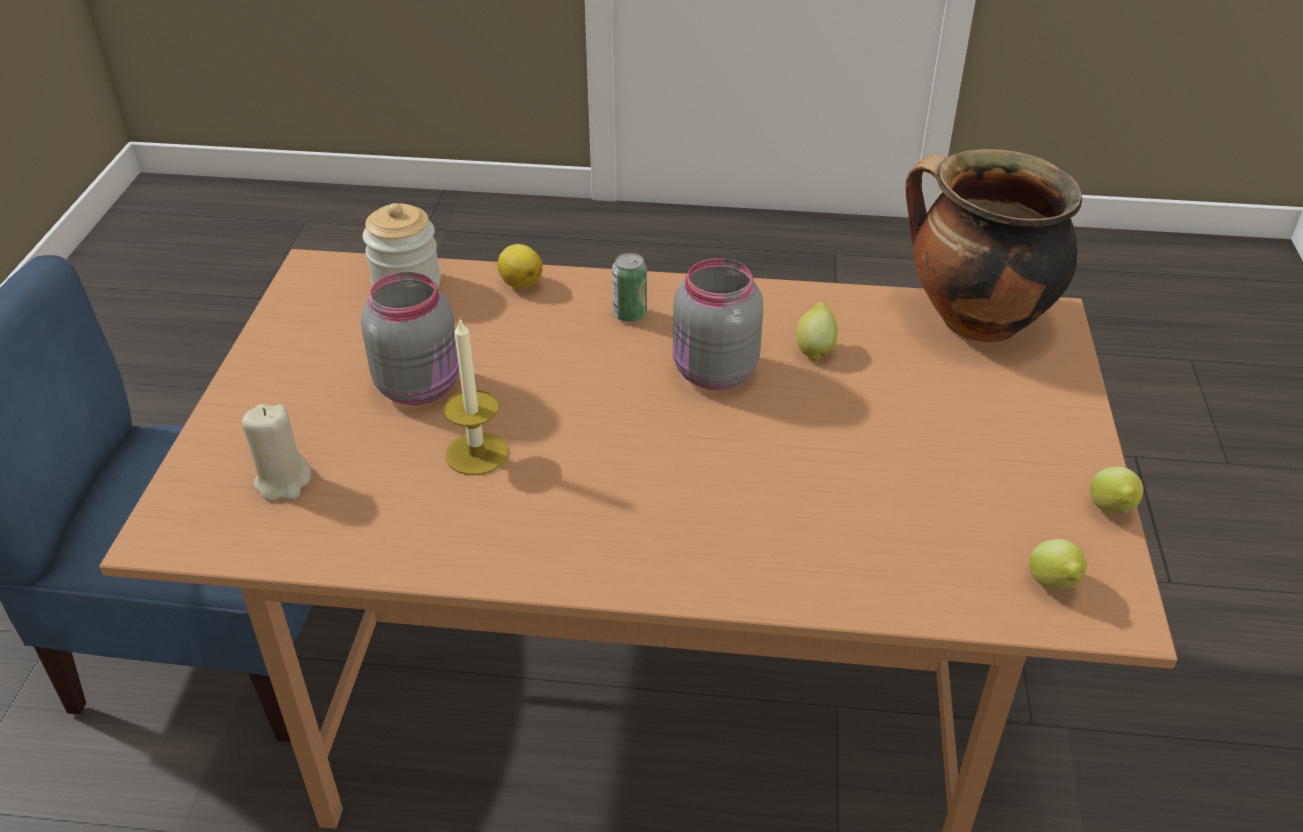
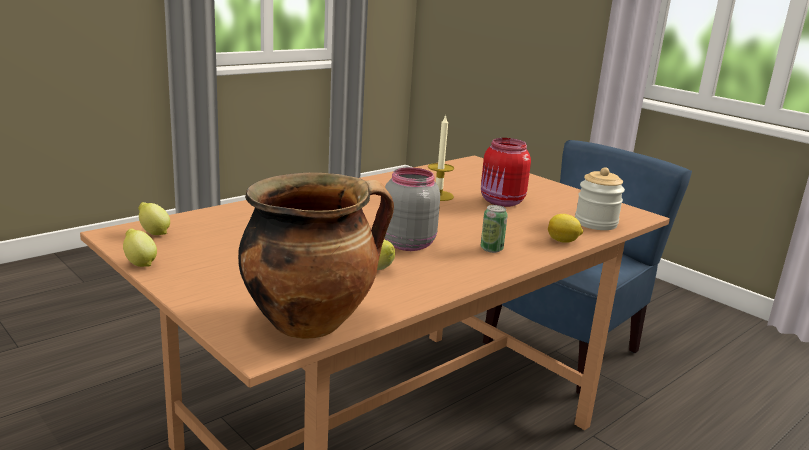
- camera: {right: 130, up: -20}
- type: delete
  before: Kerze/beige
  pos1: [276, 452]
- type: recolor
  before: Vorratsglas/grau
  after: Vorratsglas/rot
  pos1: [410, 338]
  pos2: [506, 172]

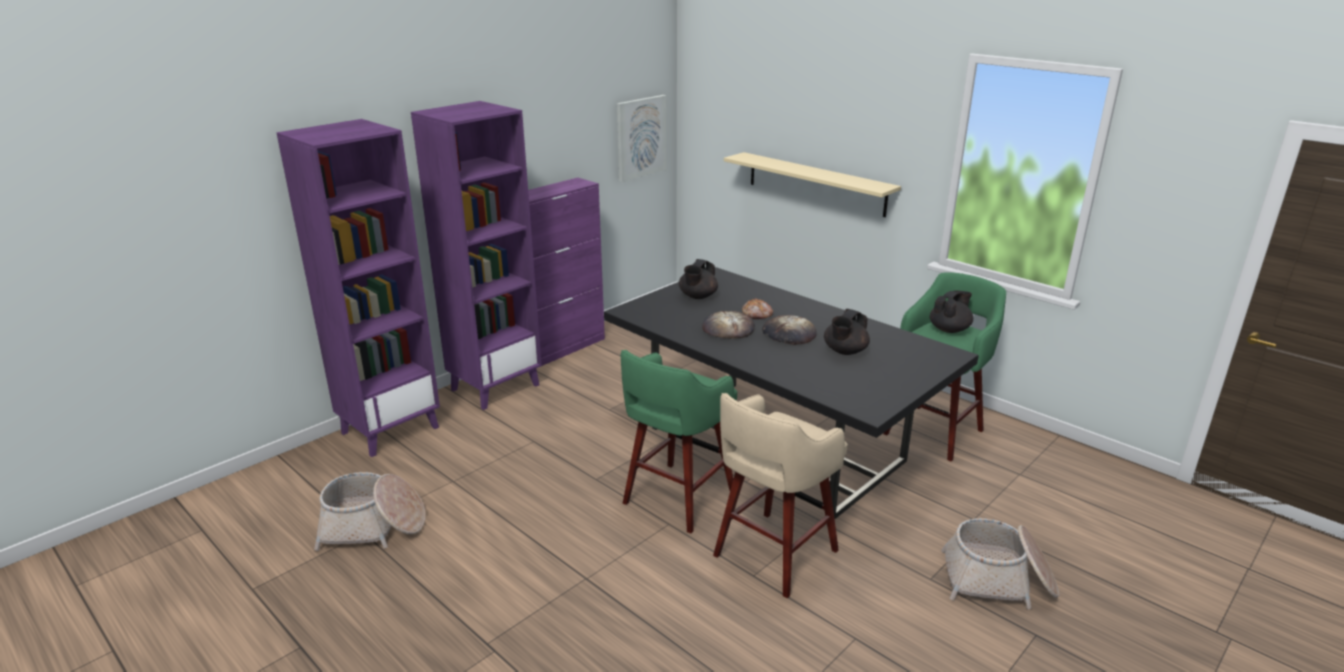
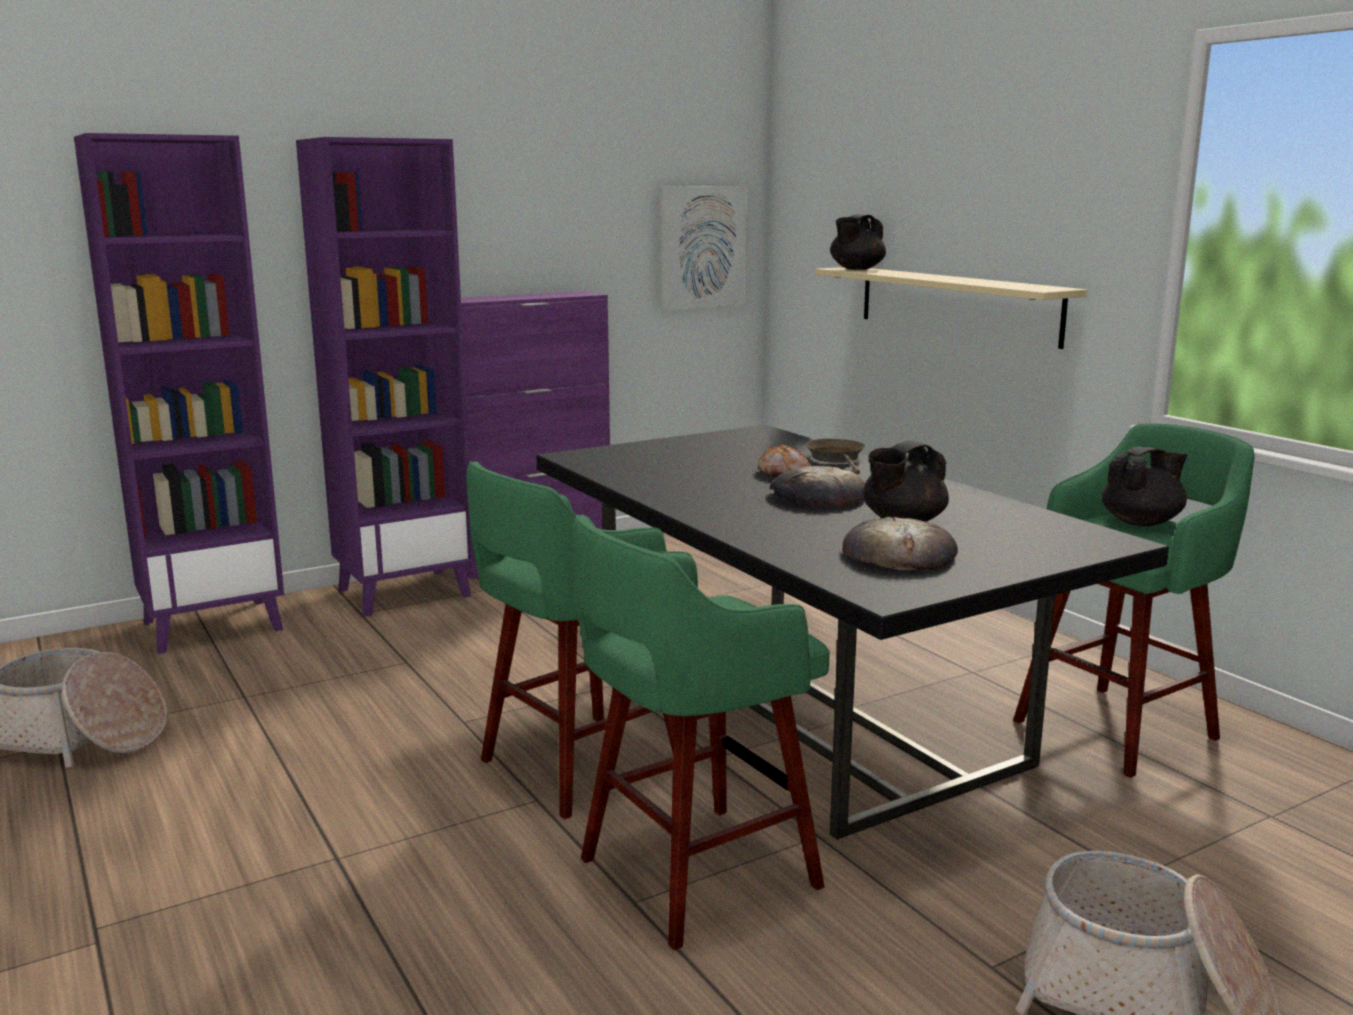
- camera: {right: 15, up: -10}
- type: move
  before: Teekanne/schwarz
  pos1: [698, 279]
  pos2: [858, 242]
- type: move
  before: Brot
  pos1: [728, 325]
  pos2: [900, 543]
- type: recolor
  before: Hocker/beige
  after: Hocker/grün
  pos1: [780, 495]
  pos2: [701, 732]
- type: insert
  after: Pfanne/braun
  pos2: [835, 456]

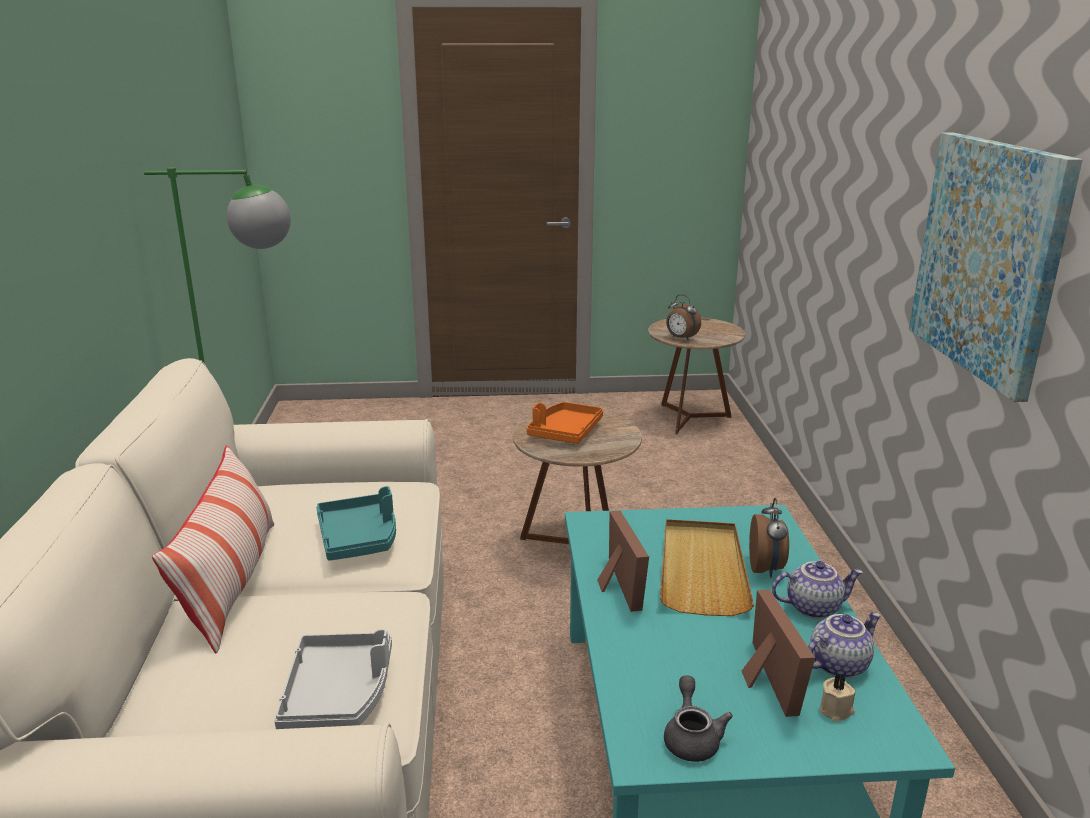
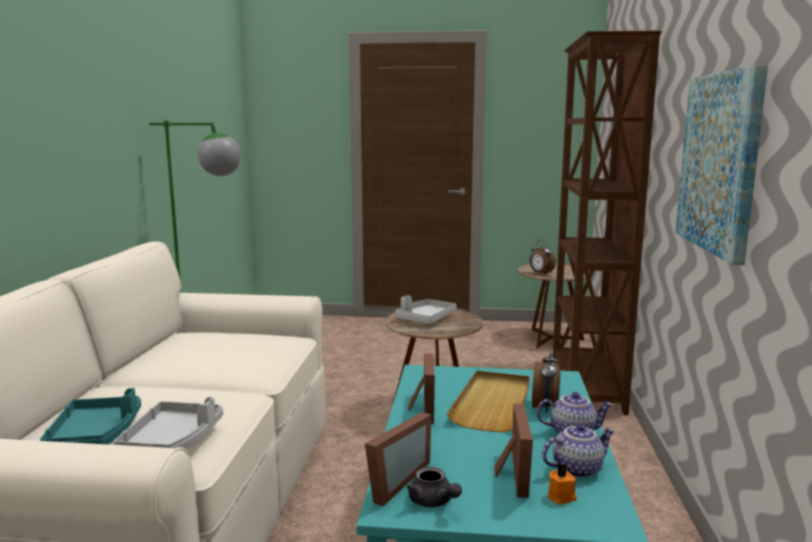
- camera: {right: 10, up: -10}
- type: delete
  before: Kissen
  pos1: [213, 549]
- type: move
  before: Tablett/türkis
  pos1: [356, 523]
  pos2: [90, 416]
- type: recolor
  before: Tablett/orange
  after: Tablett/grau
  pos1: [565, 422]
  pos2: [426, 309]
- type: rotate
  before: Teekanne/grau
  pos1: [698, 718]
  pos2: [434, 487]
  turn: 135
- type: recolor
  before: Kerze/beige
  after: Kerze/orange
  pos1: [838, 698]
  pos2: [562, 484]
- type: insert
  after: Bilderrahmen
  pos2: [398, 459]
- type: insert
  after: Bücherregal/braun
  pos2: [607, 222]

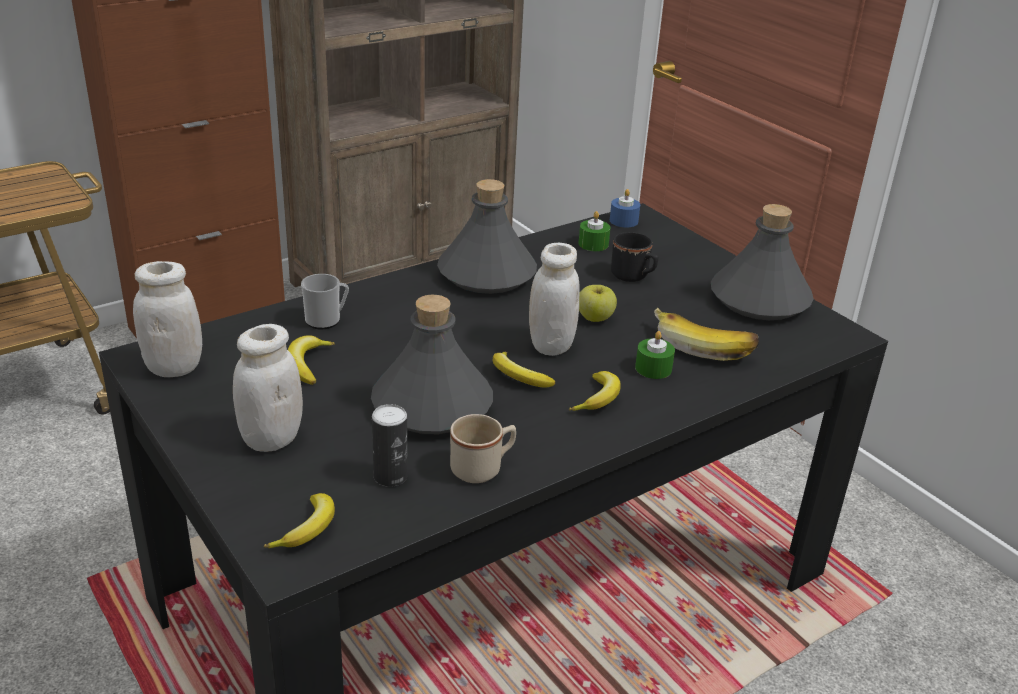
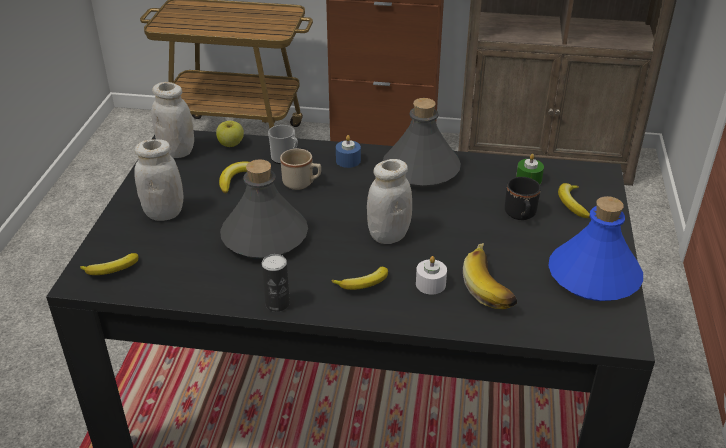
- camera: {right: 45, up: 5}
- type: move
  before: Dose
  pos1: [390, 445]
  pos2: [276, 283]
- type: move
  before: Henkelbecher/beige
  pos1: [483, 448]
  pos2: [300, 169]
- type: move
  before: Banane
  pos1: [524, 369]
  pos2: [574, 200]
- type: move
  before: Apfel
  pos1: [598, 303]
  pos2: [230, 134]
- type: move
  before: Kerze/blau
  pos1: [625, 208]
  pos2: [348, 151]
- type: recolor
  before: Kerze/grün
  after: Kerze/weiß
  pos1: [655, 355]
  pos2: [431, 275]
- type: recolor
  before: Flasche/grau
  after: Flasche/blau
  pos1: [762, 262]
  pos2: [595, 248]

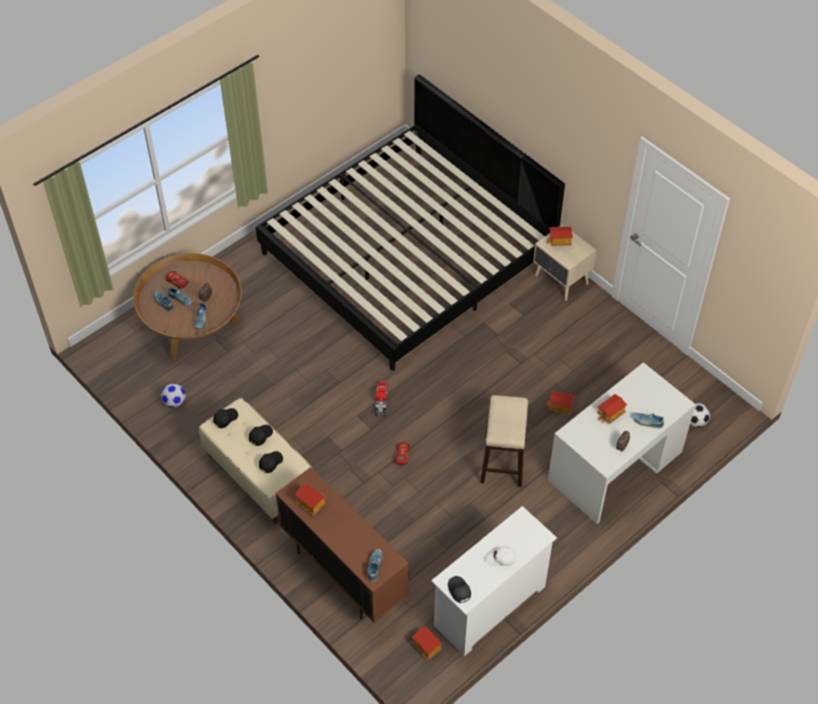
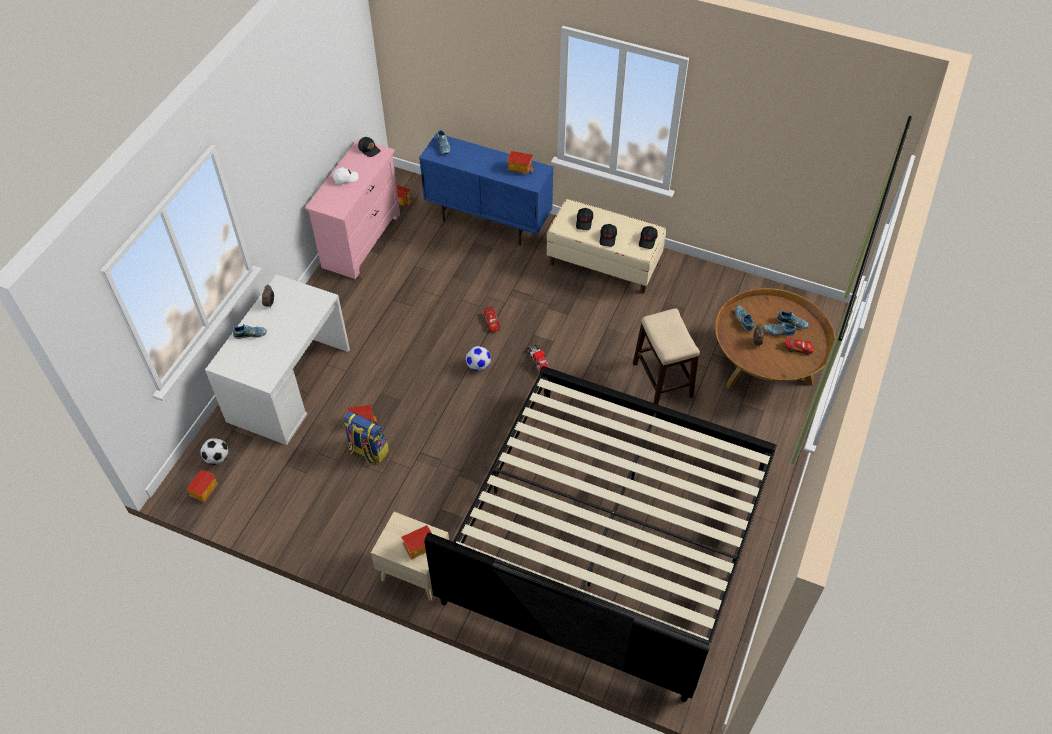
- camera: {right: 155, up: 0}
- type: move
  before: Fußball
  pos1: [173, 396]
  pos2: [478, 358]
- type: recolor
  before: Schrank/braun
  after: Schrank/blau
  pos1: [342, 545]
  pos2: [486, 189]
- type: recolor
  before: Kommode/weiß
  after: Kommode/rosa
  pos1: [494, 581]
  pos2: [352, 209]
- type: move
  before: Hocker
  pos1: [504, 441]
  pos2: [666, 356]
- type: move
  before: Spielzeughaus
  pos1: [612, 409]
  pos2: [202, 486]
- type: insert
  after: Rucksack
  pos2: [366, 438]

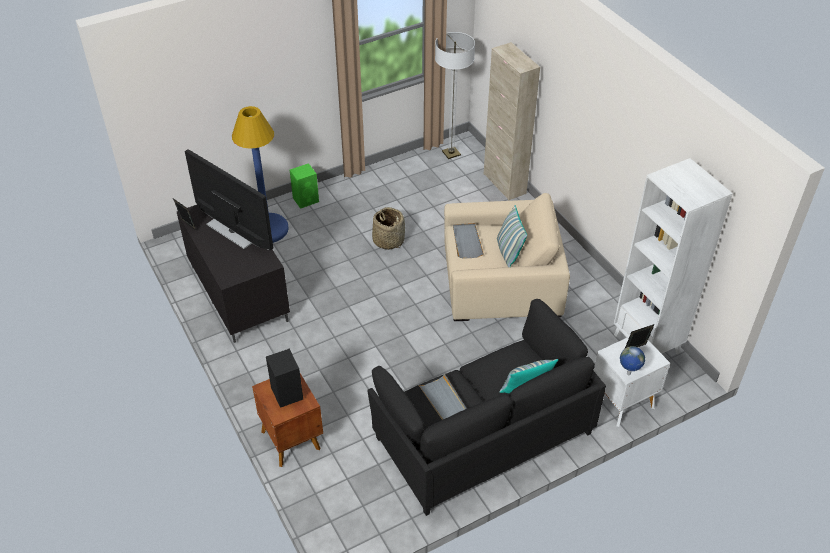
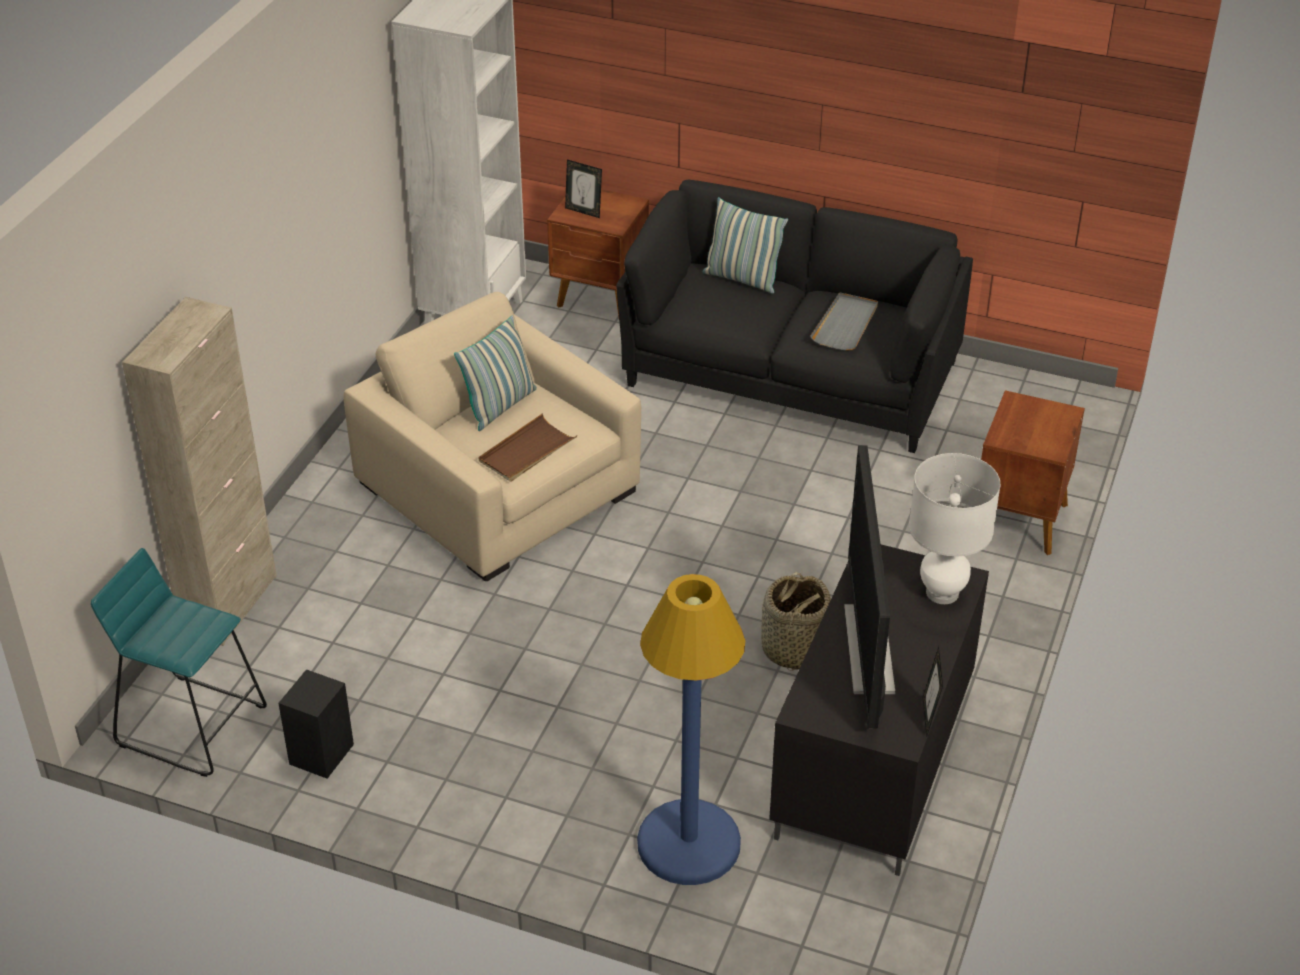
- camera: {right: -130, up: -5}
- type: move
  before: Lautsprecher/schwarz
  pos1: [284, 378]
  pos2: [316, 724]
- type: delete
  before: Lautsprecher/grün
  pos1: [304, 186]
- type: move
  before: Korb
  pos1: [388, 228]
  pos2: [796, 621]
- type: replace
  before: Stehlampe
  after: Hocker/türkis
  pos1: [455, 95]
  pos2: [179, 662]
- type: recolor
  before: Tablett/grau
  after: Tablett/braun
  pos1: [468, 241]
  pos2: [528, 448]
- type: recolor
  before: Nachttisch/weiß
  after: Nachttisch/braun
  pos1: [632, 382]
  pos2: [598, 253]
- type: delete
  before: Globus
  pos1: [632, 360]
- type: insert
  after: Tischlampe/weiß
  pos2: [955, 528]

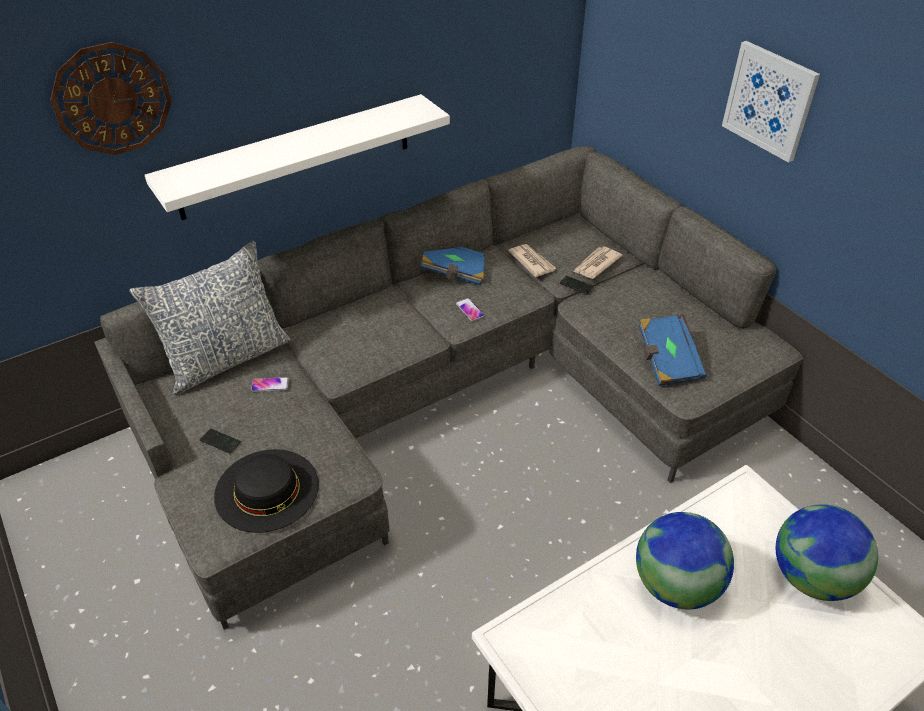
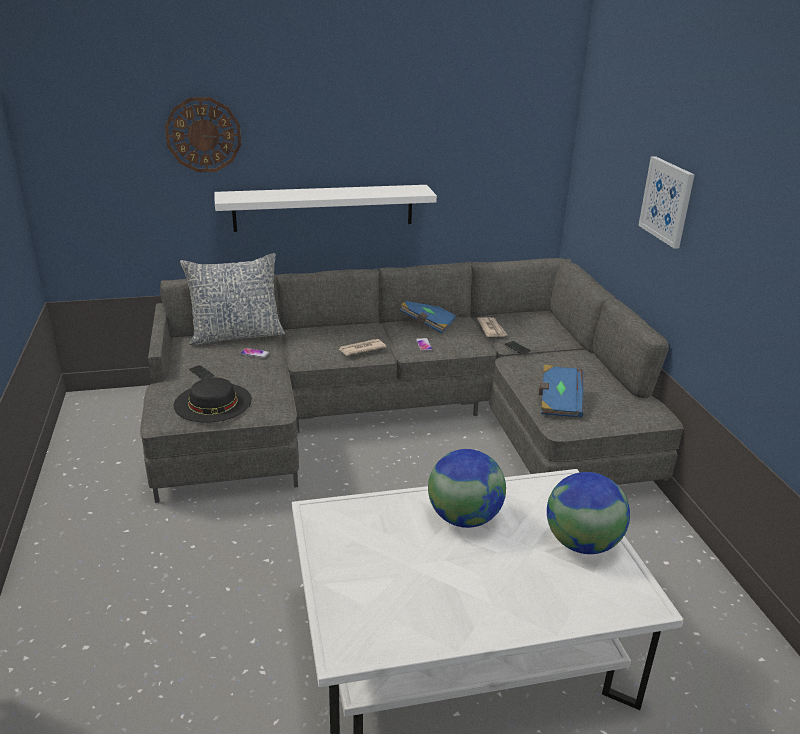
- camera: {right: 20, up: -15}
- type: move
  before: Zeitung
  pos1: [598, 263]
  pos2: [362, 347]

